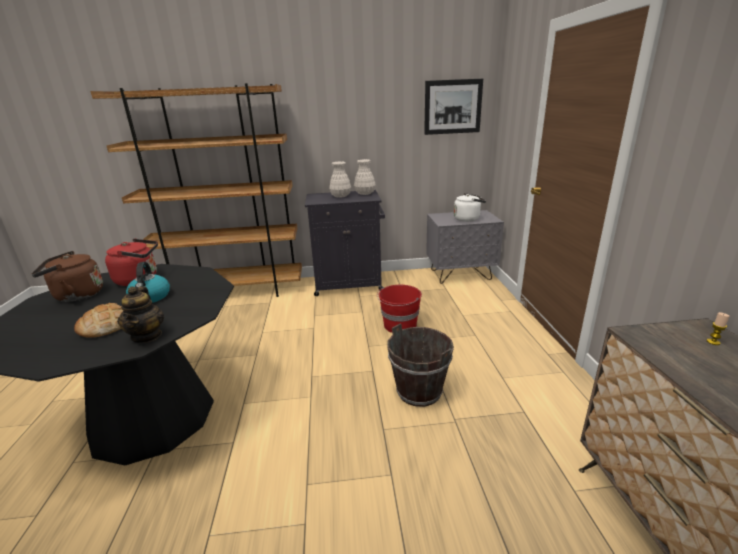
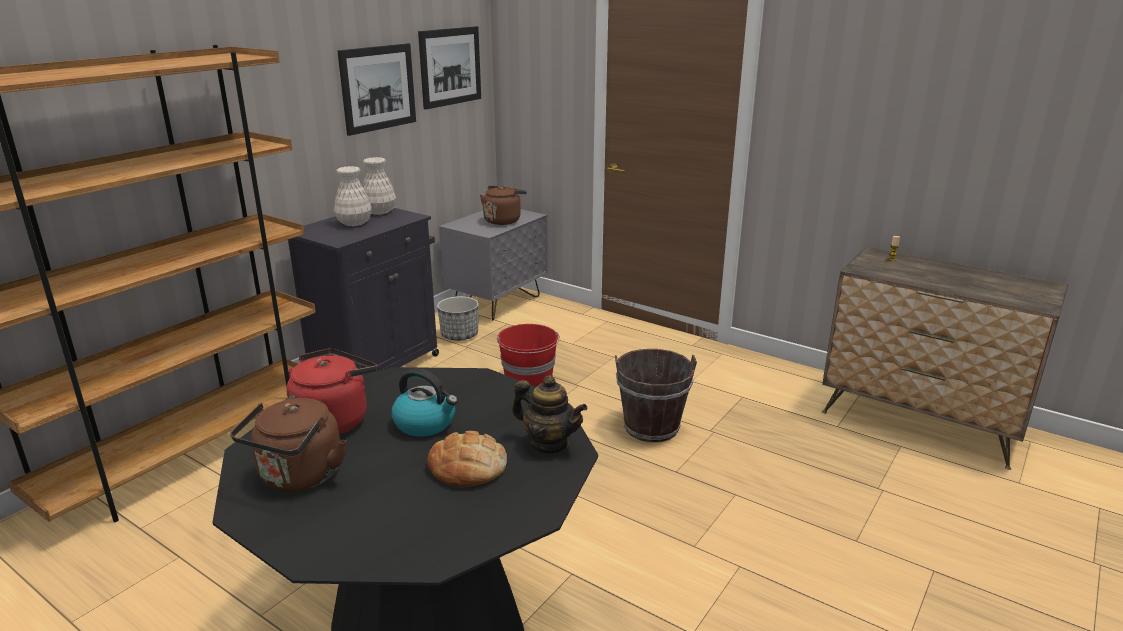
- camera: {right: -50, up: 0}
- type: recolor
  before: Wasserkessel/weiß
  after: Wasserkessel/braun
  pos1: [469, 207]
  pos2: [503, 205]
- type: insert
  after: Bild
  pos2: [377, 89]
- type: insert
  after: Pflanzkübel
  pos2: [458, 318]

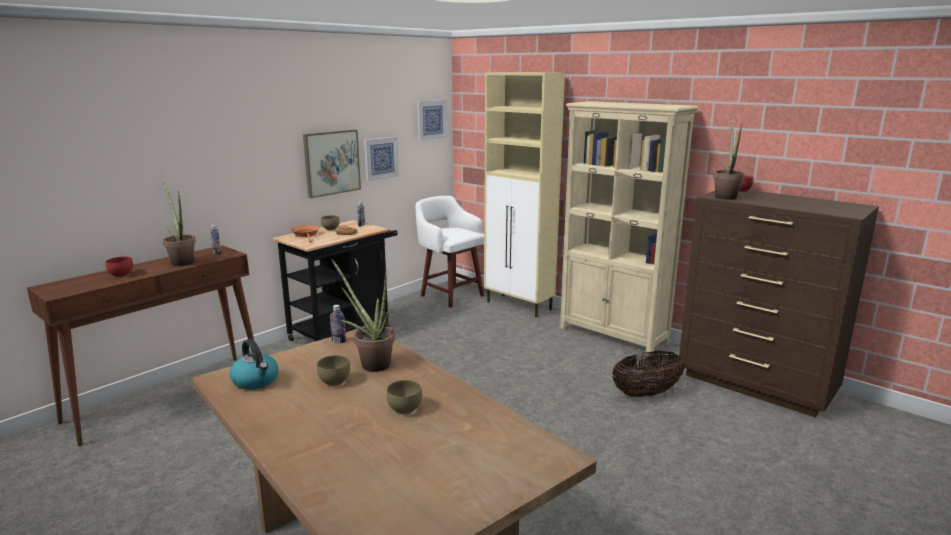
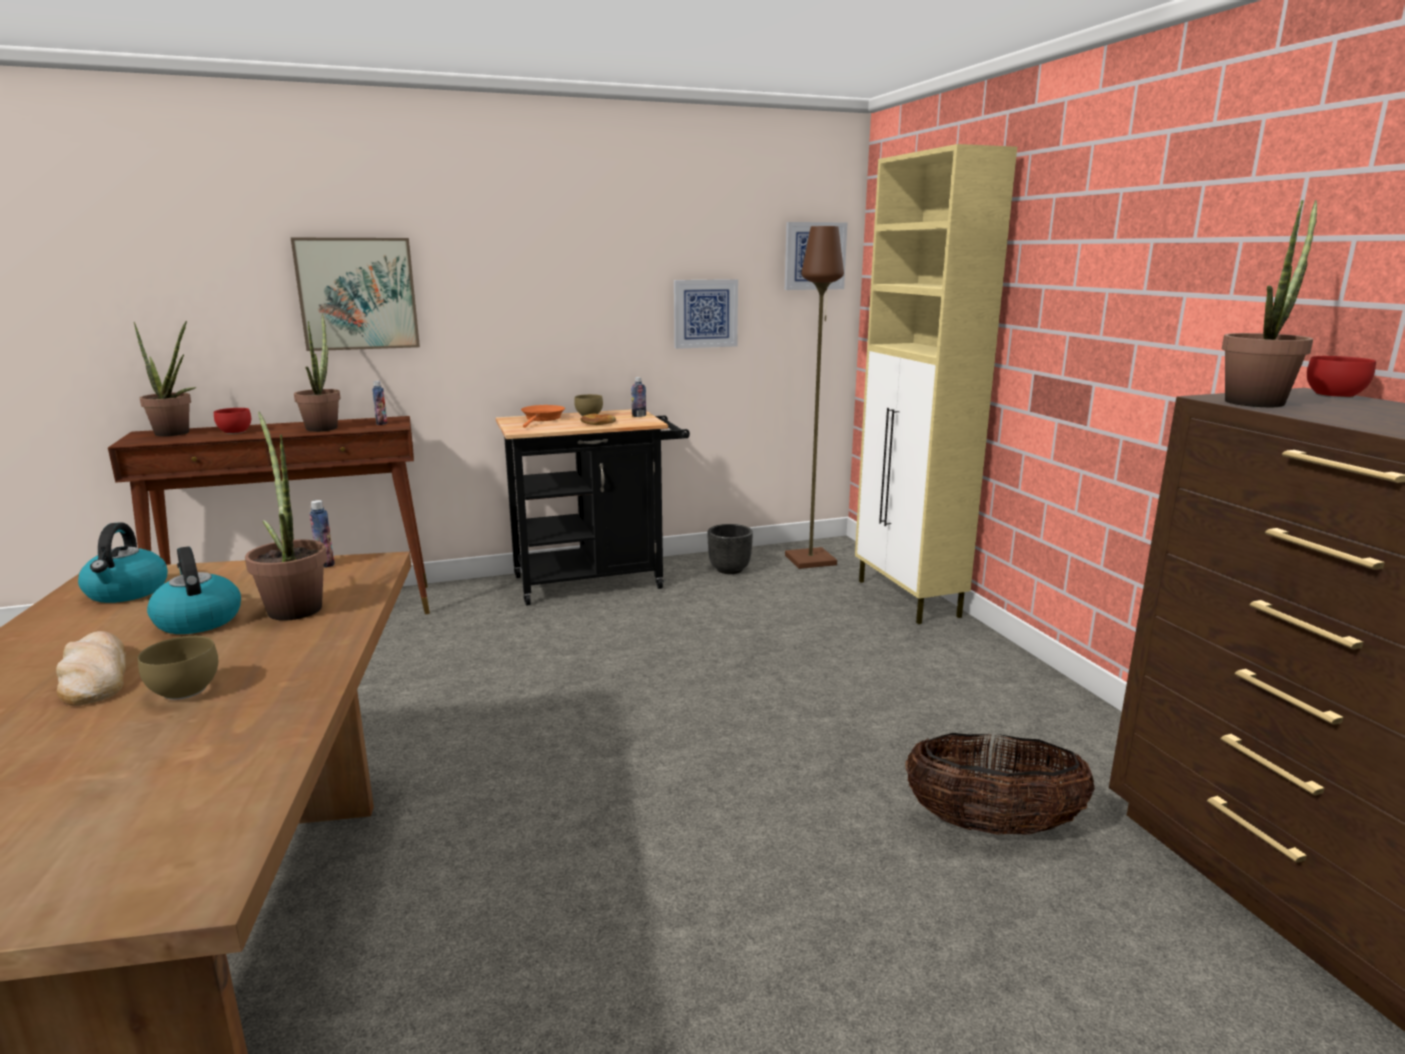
- camera: {right: 30, up: 0}
- type: move
  before: Bild
  pos1: [332, 163]
  pos2: [355, 294]
- type: replace
  before: Schüssel/braun
  after: Wasserkessel
  pos1: [333, 370]
  pos2: [194, 590]
- type: replace
  before: Hocker/weiß
  after: Stehlampe/braun
  pos1: [449, 252]
  pos2: [814, 397]
- type: delete
  before: Bücherregal/beige
  pos1: [628, 228]
- type: insert
  after: Brot
  pos2: [91, 668]
- type: insert
  after: Topfpflanze
  pos2: [165, 379]
- type: insert
  after: Pflanzkübel/schwarz
  pos2: [730, 549]

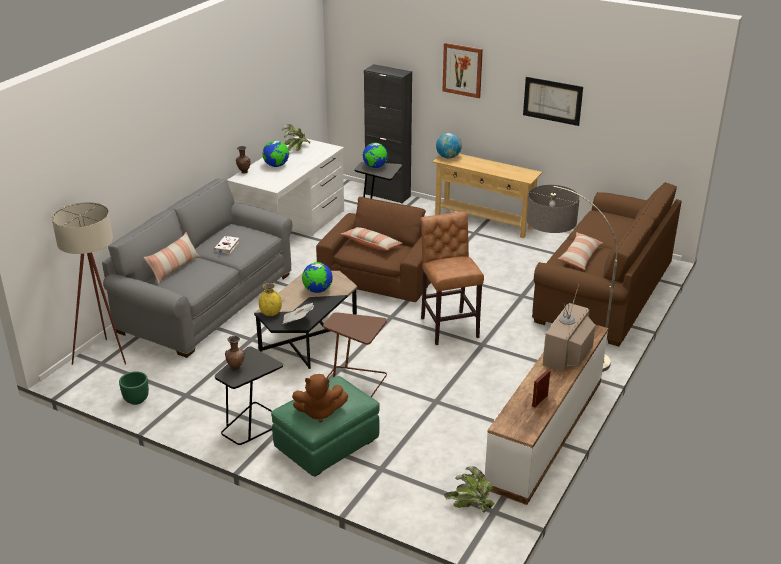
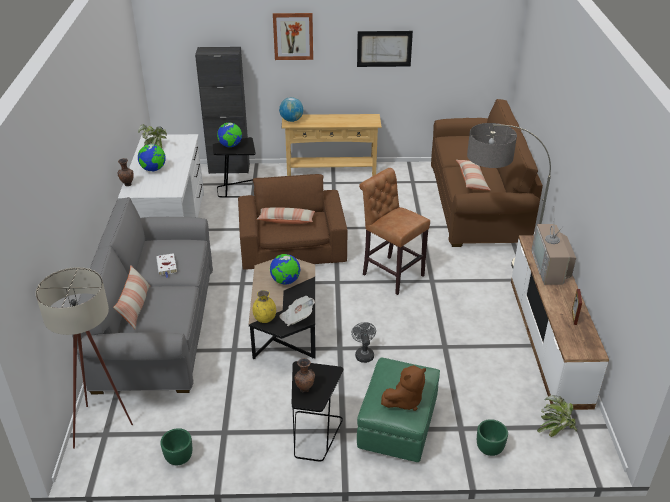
- camera: {right: -30, up: 5}
- type: replace
  before: Beistelltisch/braun
  after: Ventilator/grau
  pos1: [355, 354]
  pos2: [363, 342]
- type: insert
  after: Pflanzkübel/grün
  pos2: [492, 437]

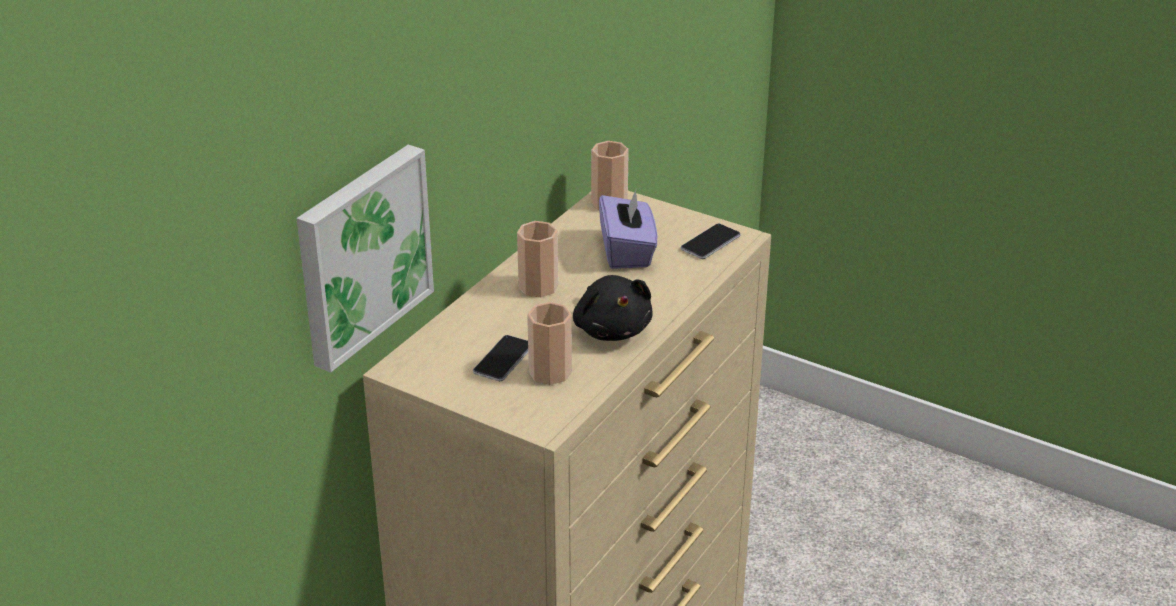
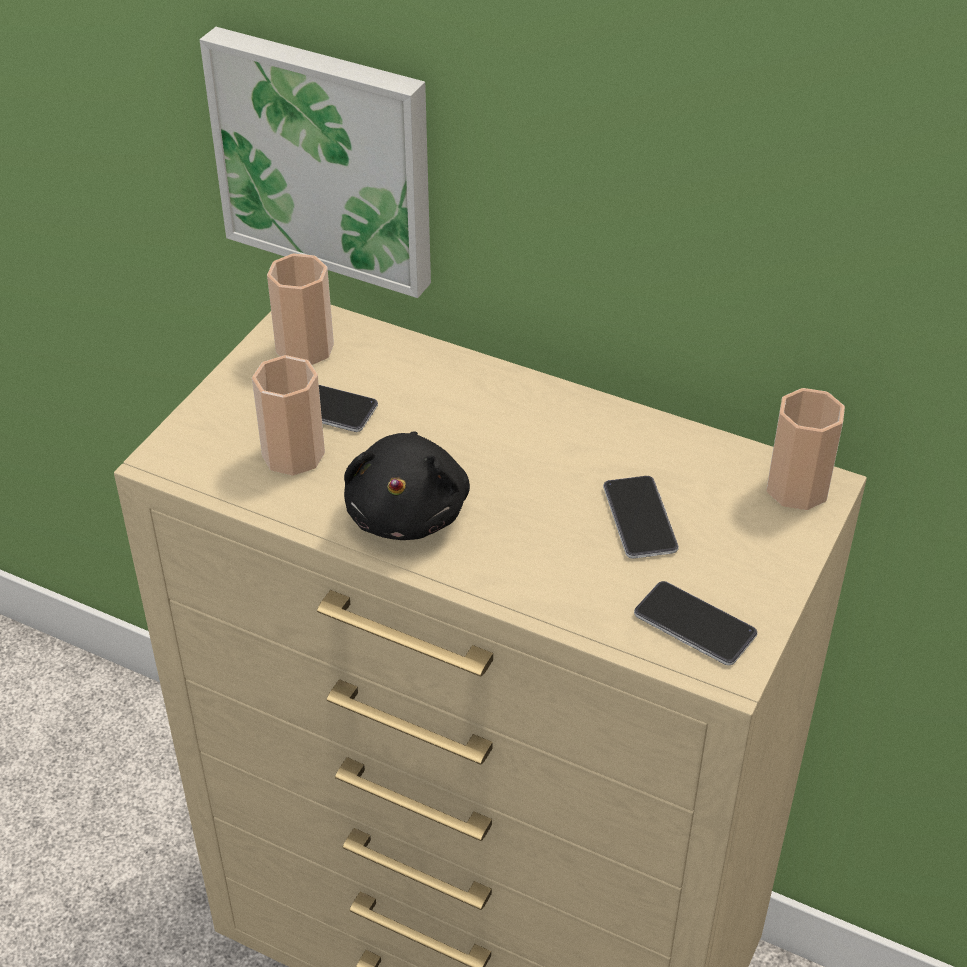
- camera: {right: 85, up: 10}
- type: move
  before: Tasse
  pos1: [537, 259]
  pos2: [300, 309]
- type: rotate
  before: Plüschtier/schwarz
  pos1: [613, 308]
  pos2: [407, 485]
  turn: -60
- type: replace
  before: Taschentuchbox/lila
  after: Handy
  pos1: [628, 229]
  pos2: [641, 517]

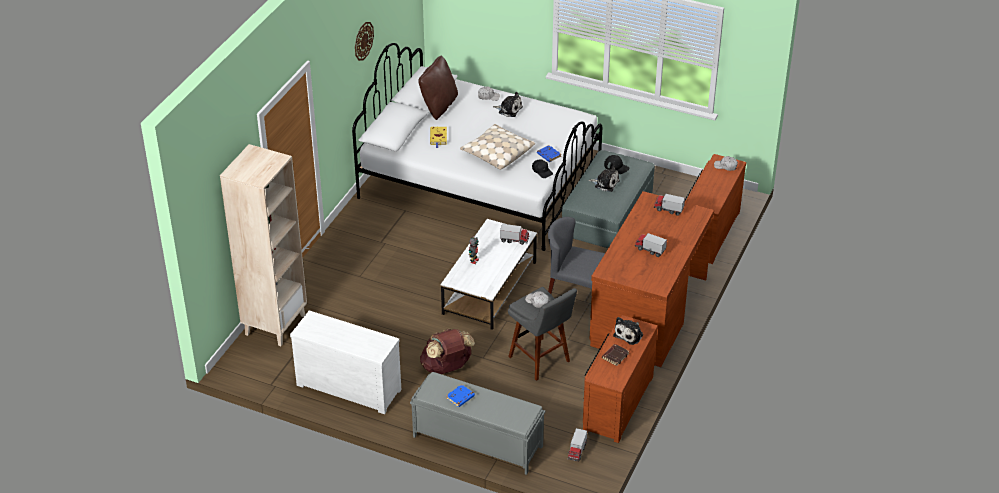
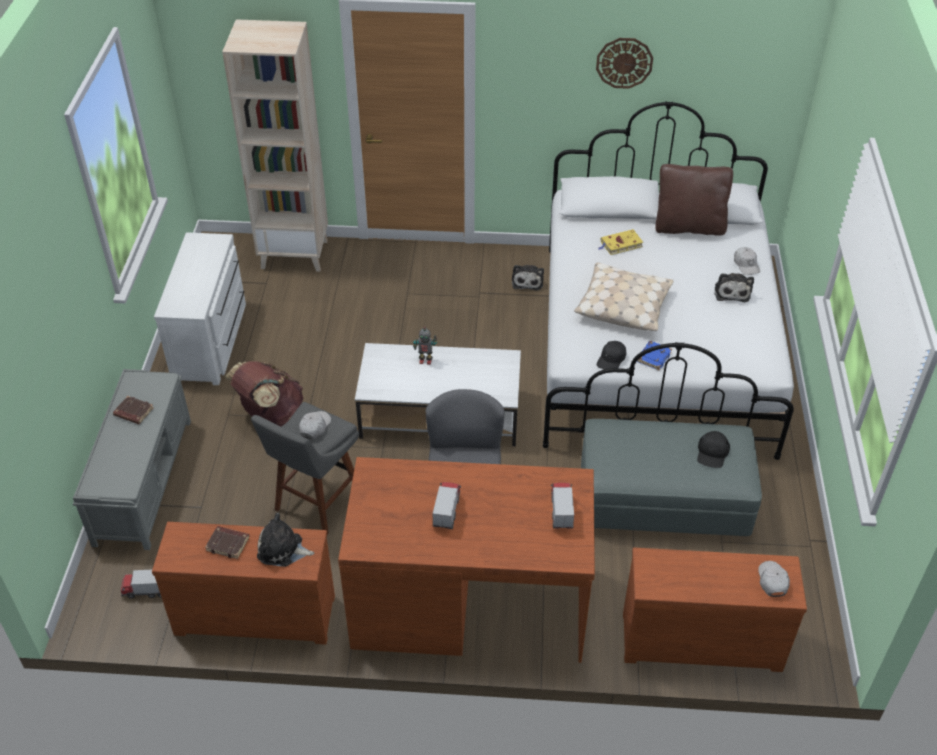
- camera: {right: 70, up: 5}
- type: recolor
  before: Buch/blau
  after: Buch/braun
  pos1: [460, 395]
  pos2: [133, 410]
- type: delete
  before: Spielzeuglaster
  pos1: [514, 234]
- type: move
  before: Plüschtier
  pos1: [604, 178]
  pos2: [528, 278]

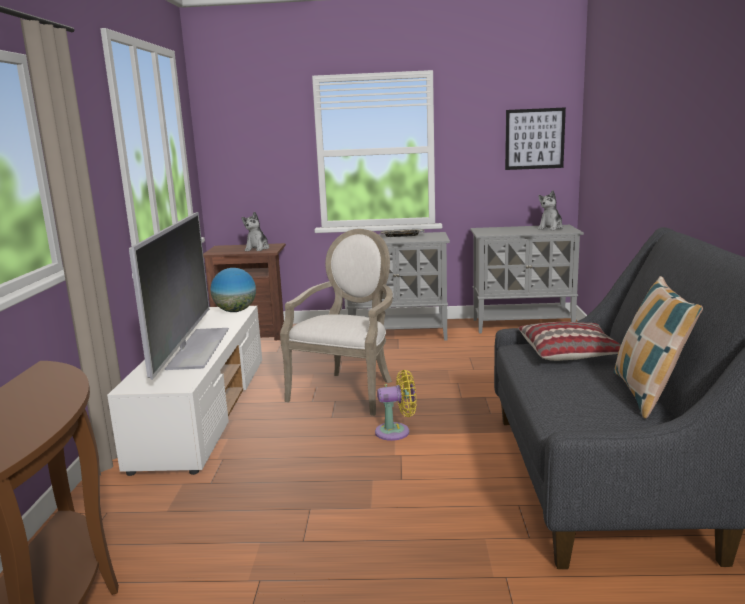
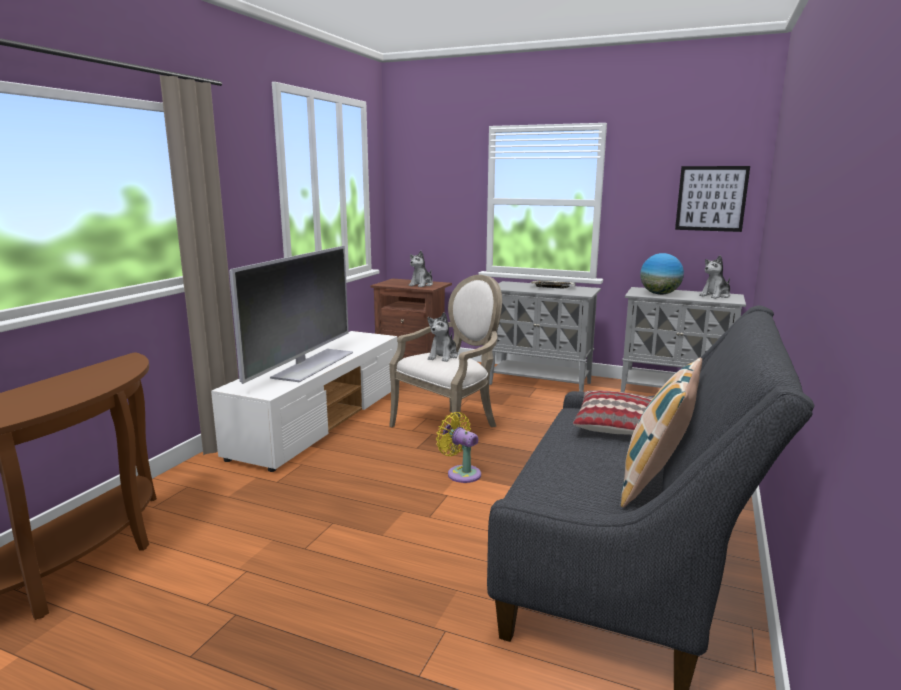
- camera: {right: 20, up: 0}
- type: move
  before: Globus
  pos1: [233, 290]
  pos2: [662, 274]
- type: rotate
  before: Ventilator/gelb
  pos1: [395, 405]
  pos2: [458, 447]
  turn: -150
- type: insert
  after: Plüschtier
  pos2: [442, 337]

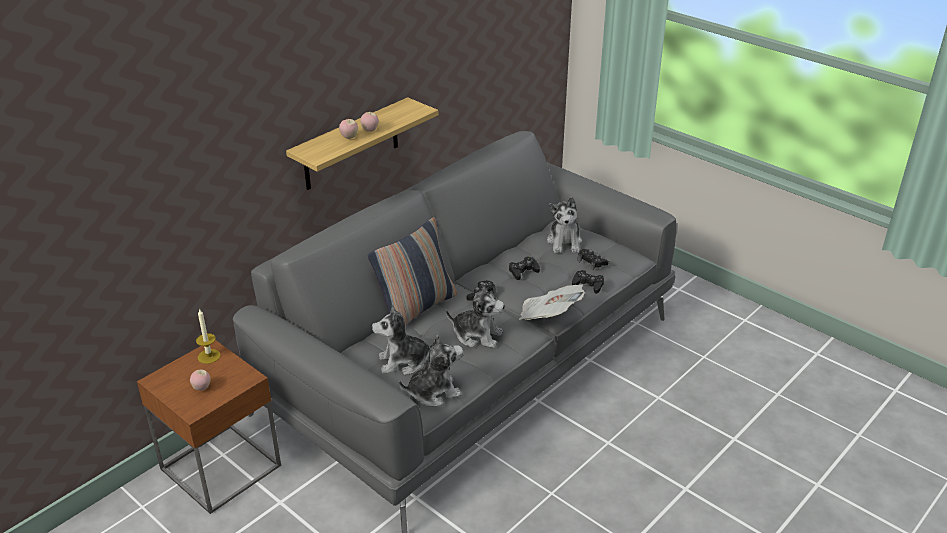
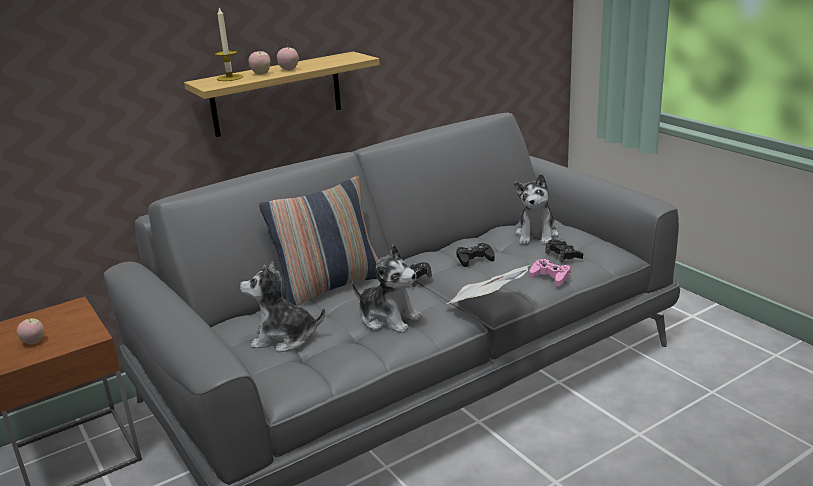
- camera: {right: 15, up: -10}
- type: move
  before: Kerze
  pos1: [208, 336]
  pos2: [229, 44]
- type: delete
  before: Plüschtier
  pos1: [431, 371]
- type: recolor
  before: Gamepad/schwarz
  after: Gamepad/rosa
  pos1: [588, 282]
  pos2: [550, 272]

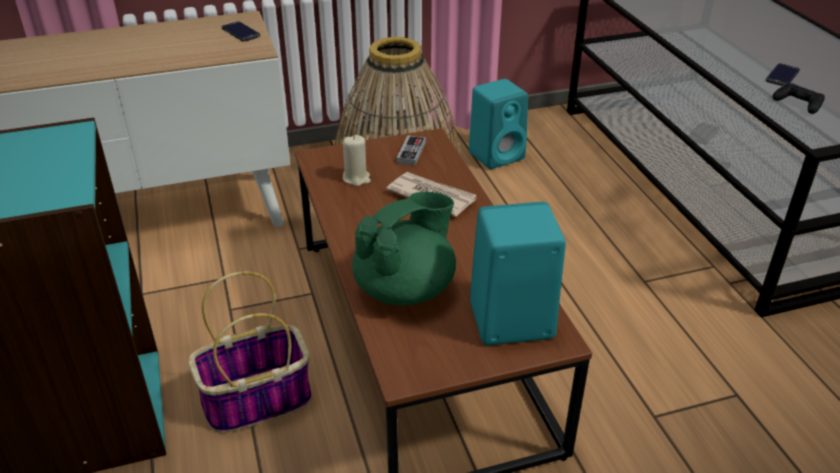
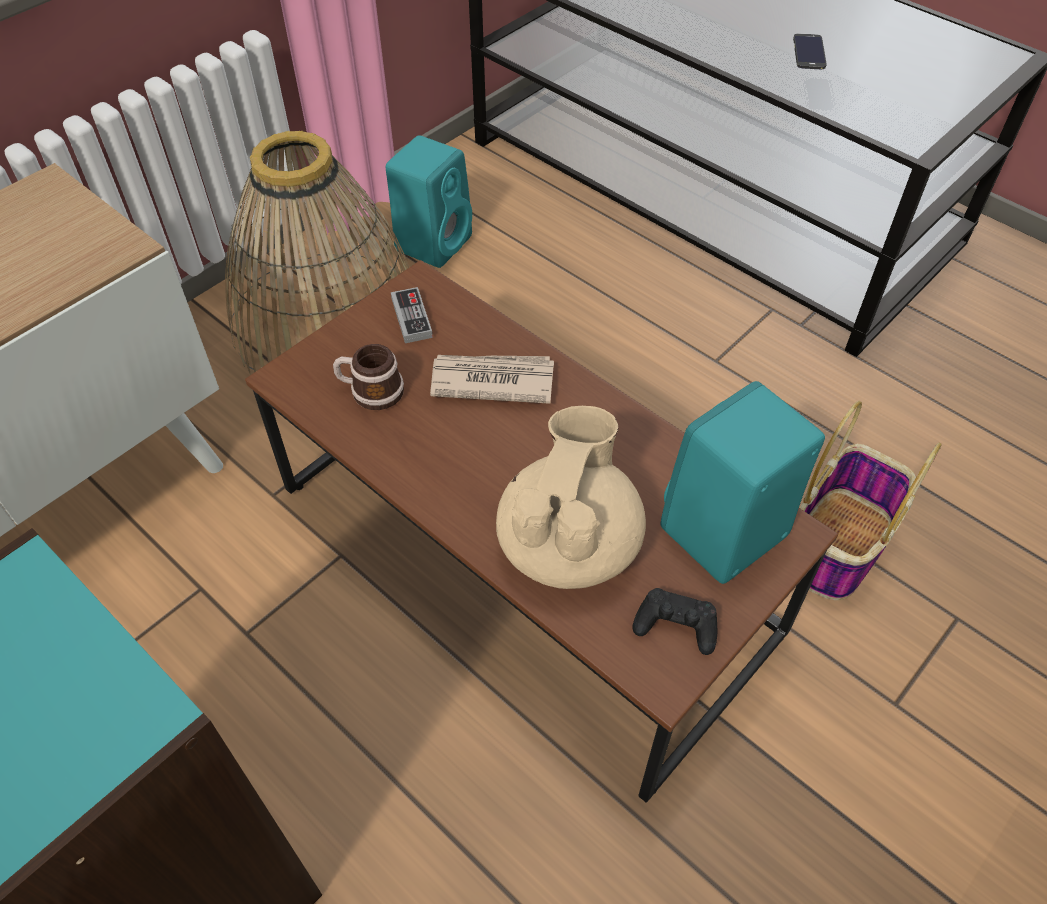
- camera: {right: -30, up: 15}
- type: move
  before: Korb
  pos1: [249, 352]
  pos2: [871, 500]
- type: delete
  before: Handy
  pos1: [241, 31]
- type: replace
  before: Kerze/beige
  after: Henkelbecher
  pos1: [357, 160]
  pos2: [368, 377]
- type: recolor
  before: Teekanne/grün
  after: Teekanne/beige
  pos1: [404, 248]
  pos2: [571, 497]
- type: move
  before: Gamepad/schwarz
  pos1: [799, 98]
  pos2: [675, 621]

